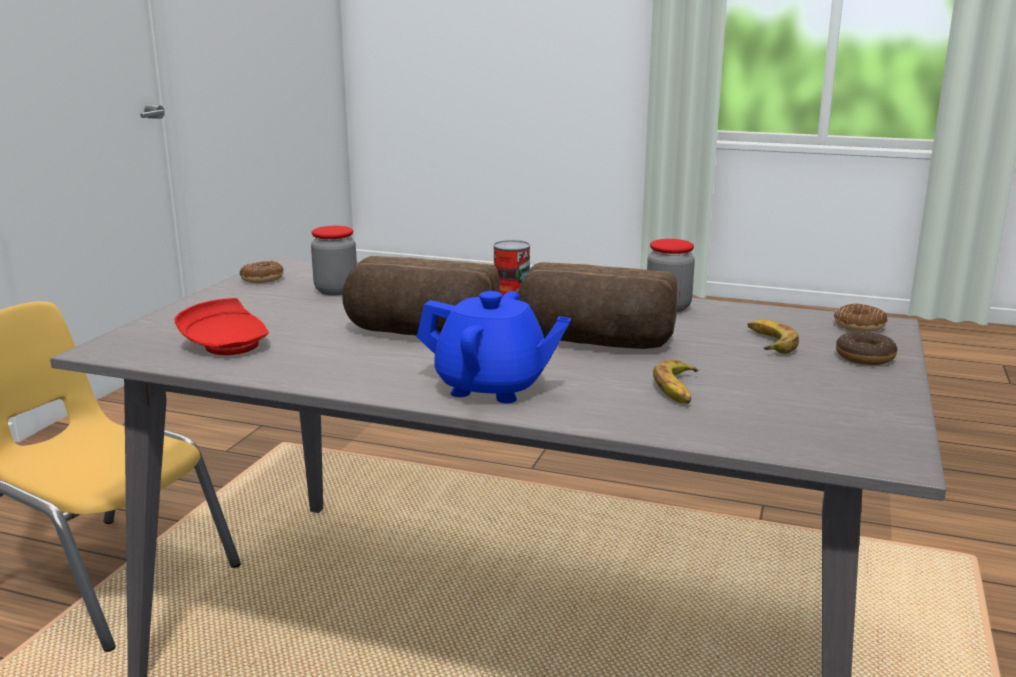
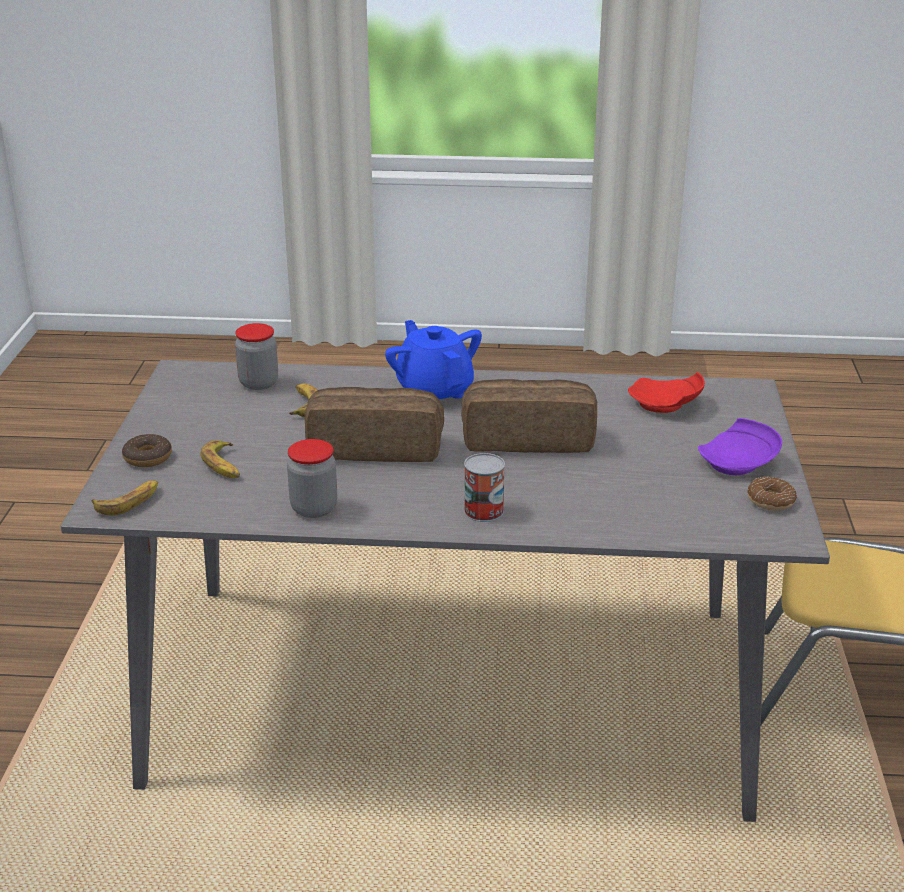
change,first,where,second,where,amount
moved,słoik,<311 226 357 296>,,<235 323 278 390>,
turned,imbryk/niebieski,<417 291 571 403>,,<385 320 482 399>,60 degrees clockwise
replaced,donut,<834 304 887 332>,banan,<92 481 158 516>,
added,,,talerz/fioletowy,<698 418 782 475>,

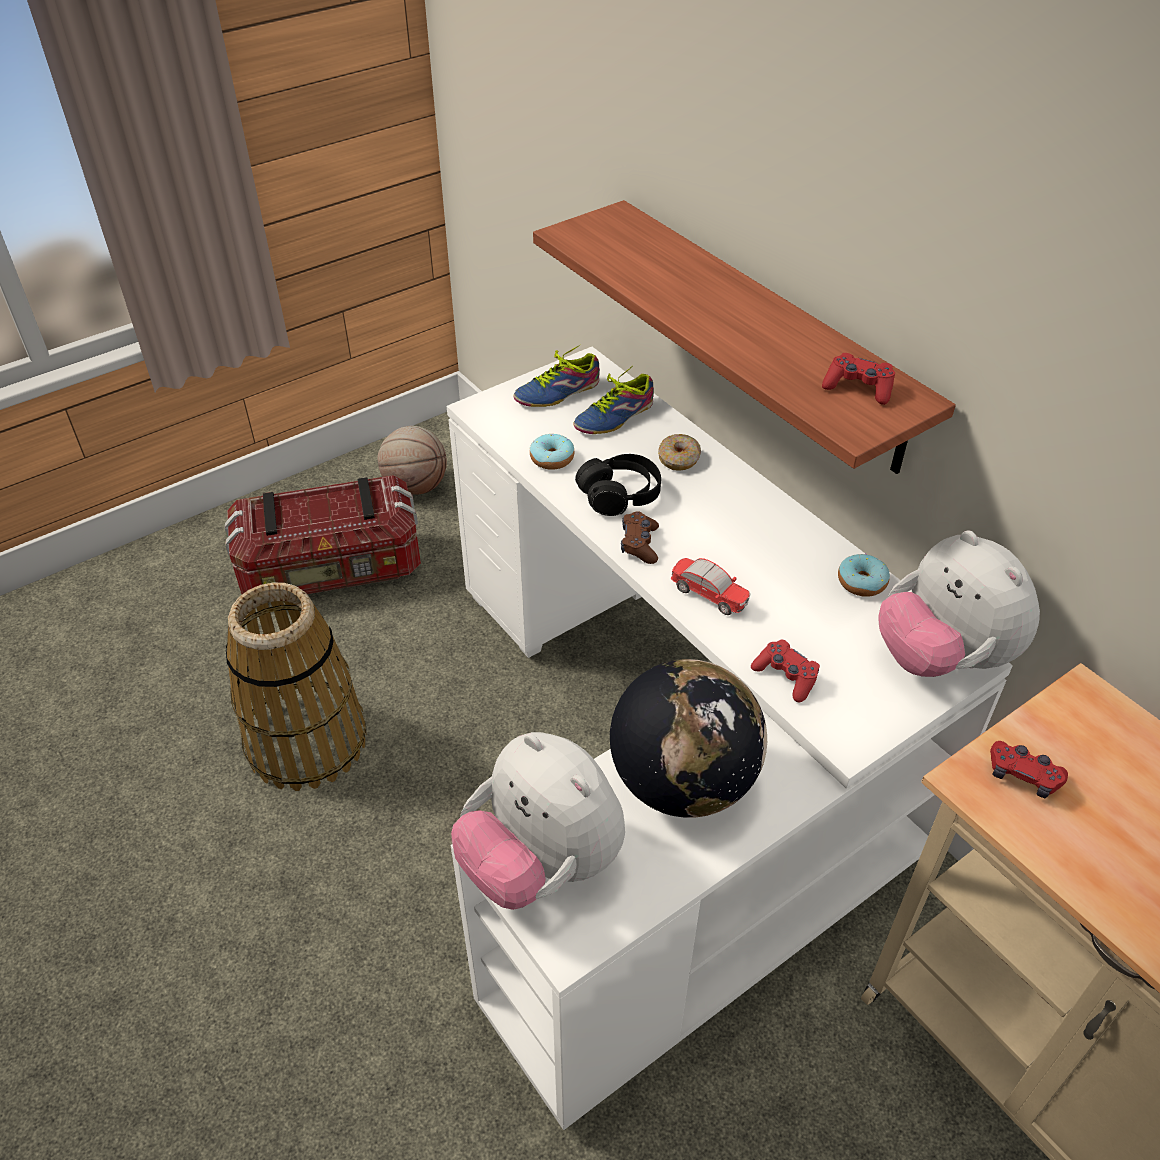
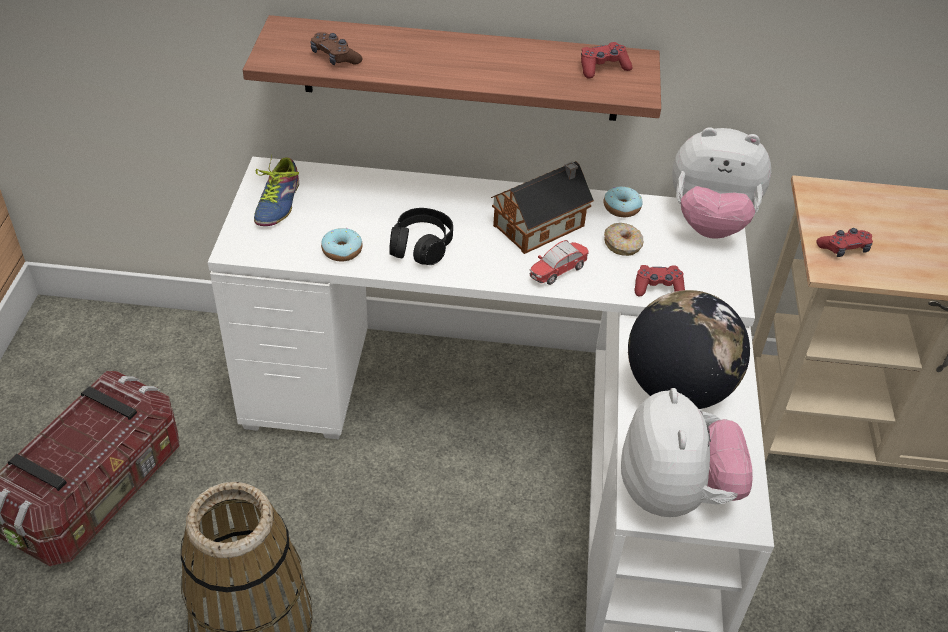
change,first,where,second,where,amount
removed,but,<574 365 654 434>,,,
removed,piłka do koszykówki,<377 426 447 494>,,,
moved,donut,<658 434 701 471>,,<604 223 643 256>,
moved,pad do gier/brązowy,<621 511 659 564>,,<310 32 363 65>,
turned,samochodzik,<671 558 751 615>,,<530 240 589 285>,150 degrees clockwise
turned,pluszak,<451 732 625 910>,,<621 388 753 517>,90 degrees counterclockwise
added,,,domek,<491 161 594 254>,

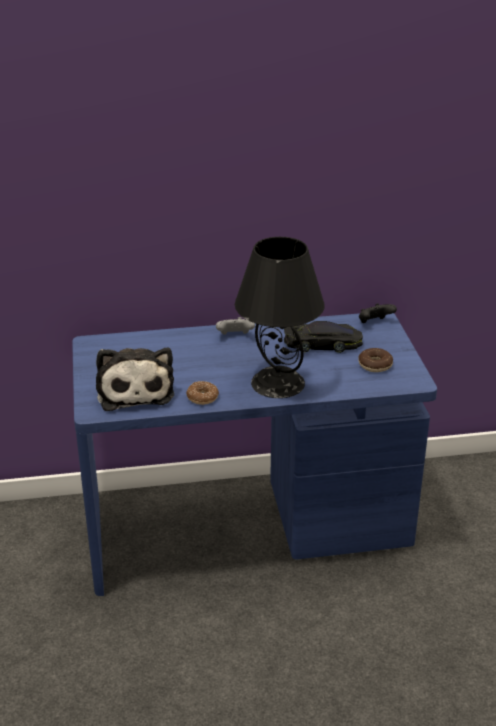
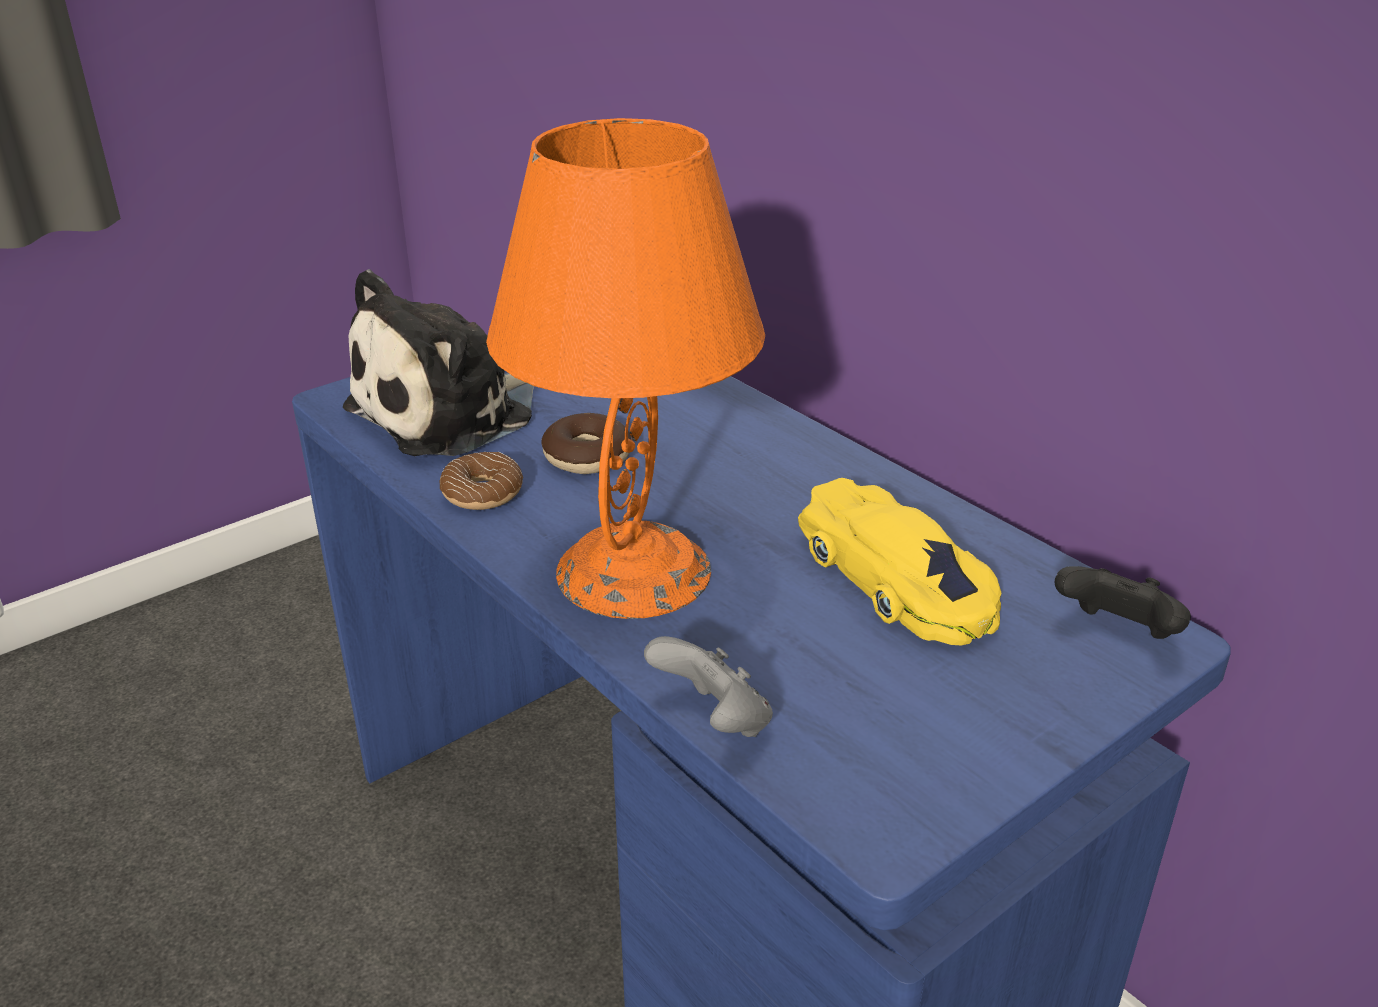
change,first,where,second,where,amount
recoloured,lampa stołowa/czarny,<235 237 325 398>,lampa stołowa/pomarańczowy,<486 118 765 619>,
moved,pad do gier/szary,<216 317 255 335>,,<644 636 773 737>,
recoloured,samochodzik/czarny,<284 321 363 353>,samochodzik/żółty,<798 478 1002 645>,
moved,donut,<359 348 393 372>,,<541 413 631 474>,

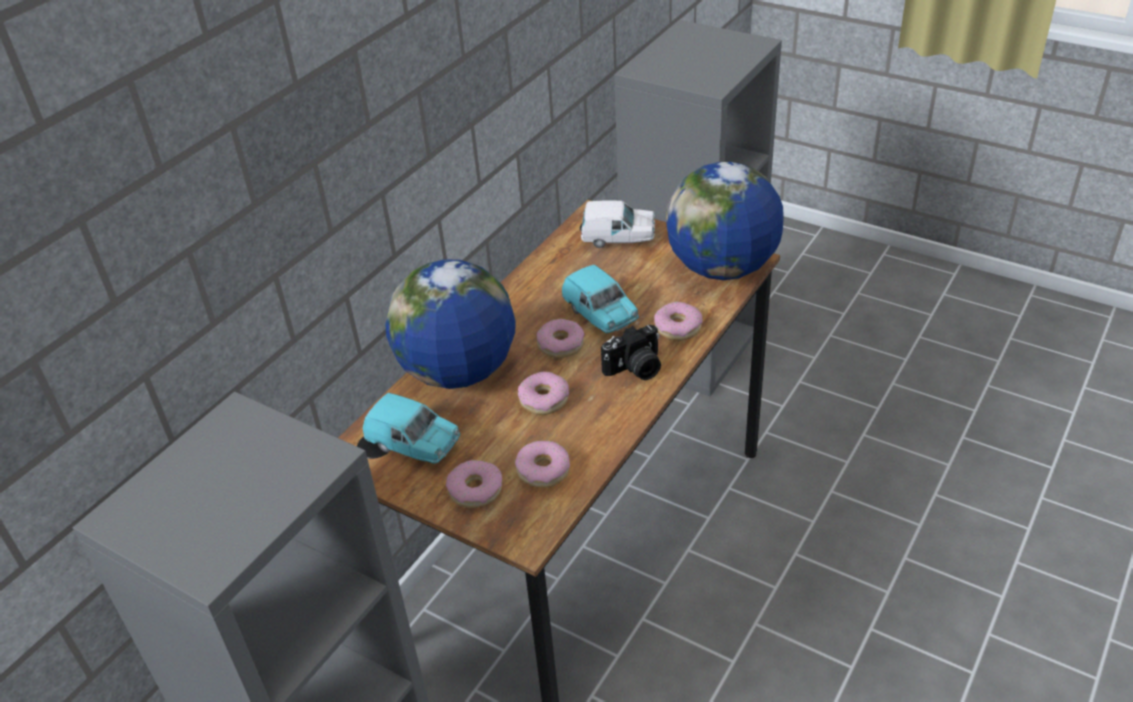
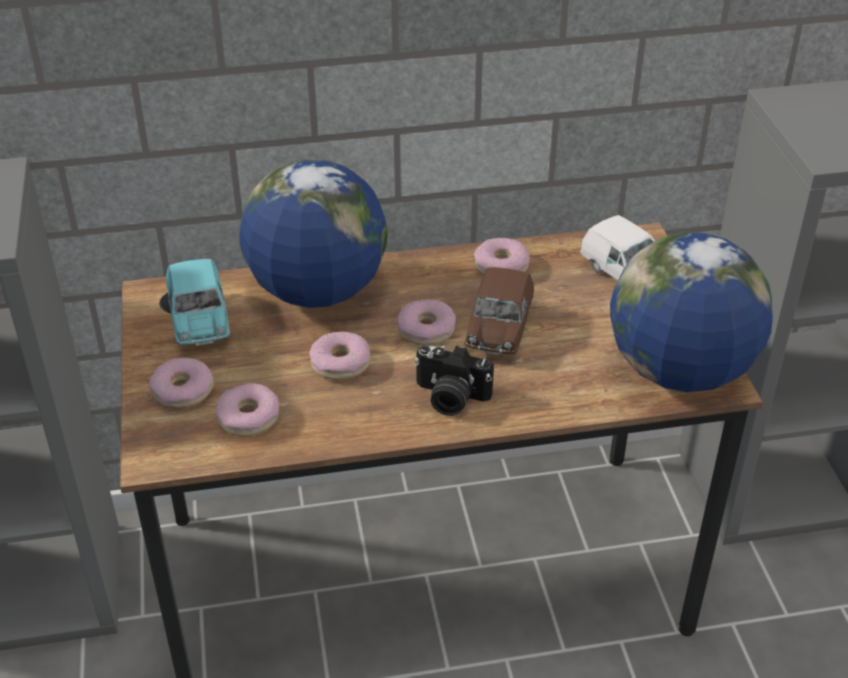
change,first,where,second,where,amount
recoloured,samochodzik/turkusowy,<562 265 639 333>,samochodzik/brązowy,<465 267 534 355>,
moved,donut,<654 302 703 341>,,<474 238 530 275>,

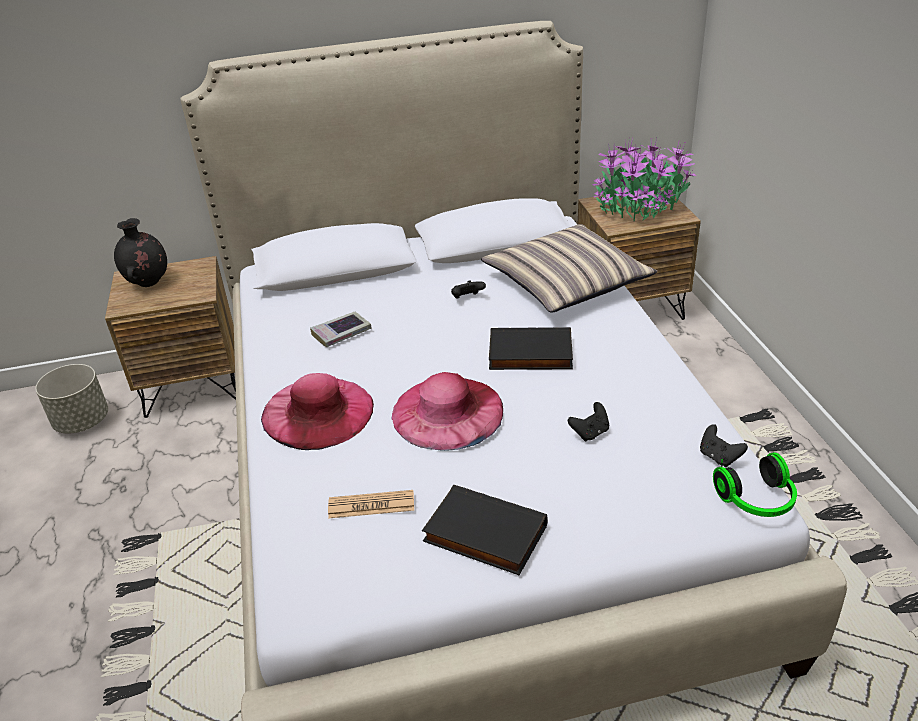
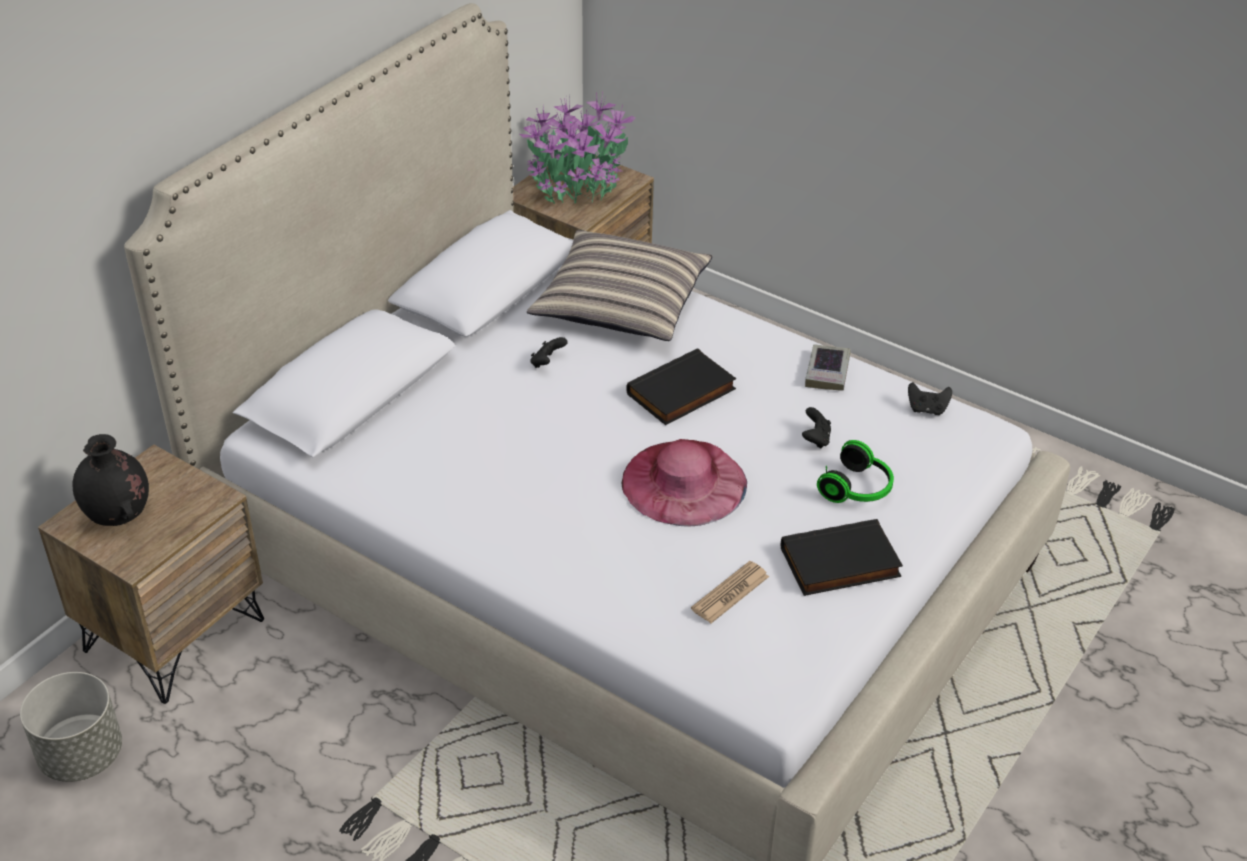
change,first,where,second,where,amount
moved,książka,<310 312 372 347>,,<805 344 851 390>,
removed,kapelusz/różowy,<261 373 374 450>,,,
moved,słuchawki,<713 452 797 517>,,<817 440 894 503>,

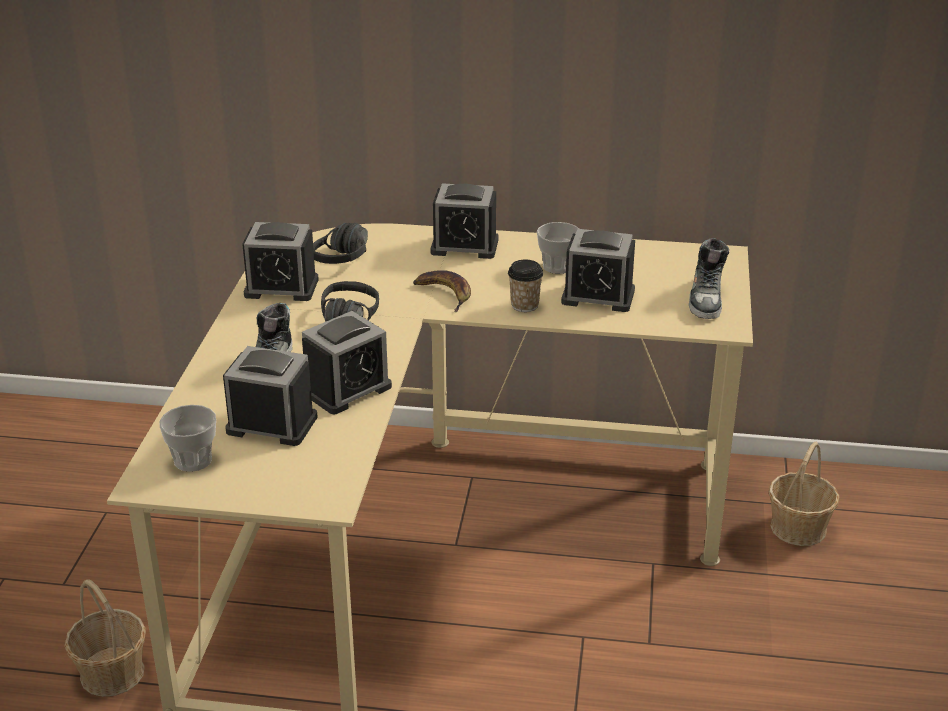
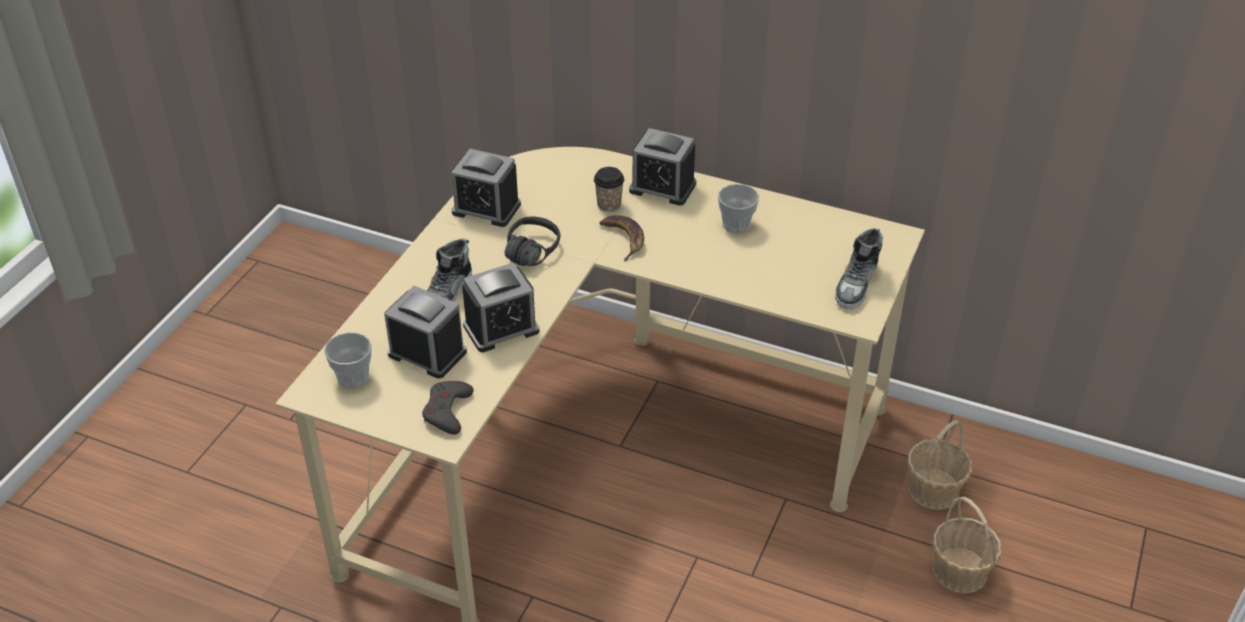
change,first,where,second,where,amount
removed,słuchawki/czarny,<313 223 368 264>,,,
removed,budzik,<561 229 635 312>,,,
moved,filiżanka,<508 260 543 312>,,<594 167 624 212>,
moved,koszyk,<65 579 146 697>,,<933 497 1002 593>,
added,,,pad do gier/szary,<422 381 474 434>,

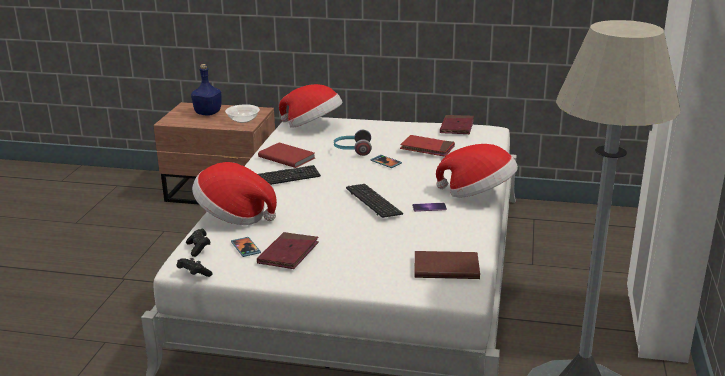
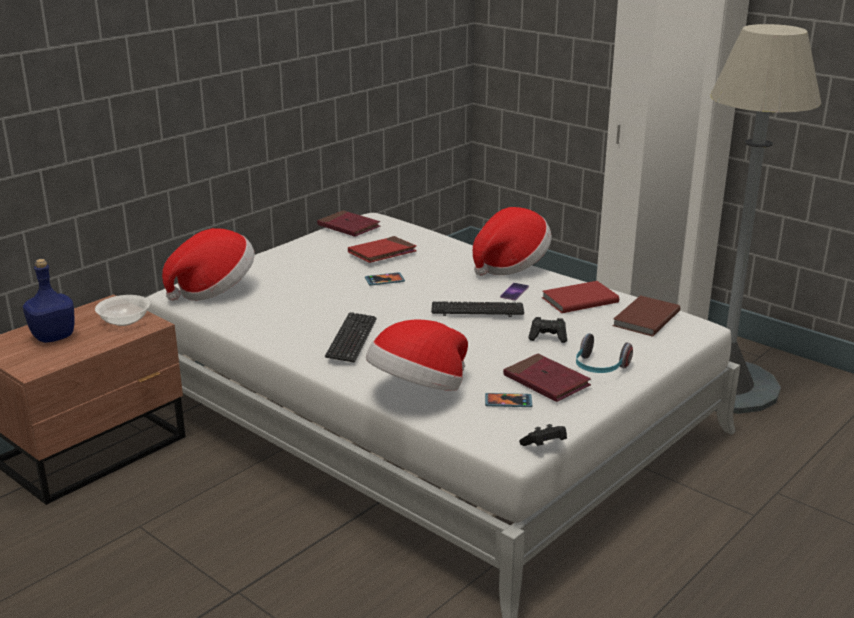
change,first,where,second,where,amount
moved,słuchawki,<334 130 372 156>,,<576 333 633 373>,
moved,książka/czerwony,<258 143 315 168>,,<542 281 619 313>,
moved,pad do gier/czarny,<186 228 211 257>,,<528 317 567 343>,

